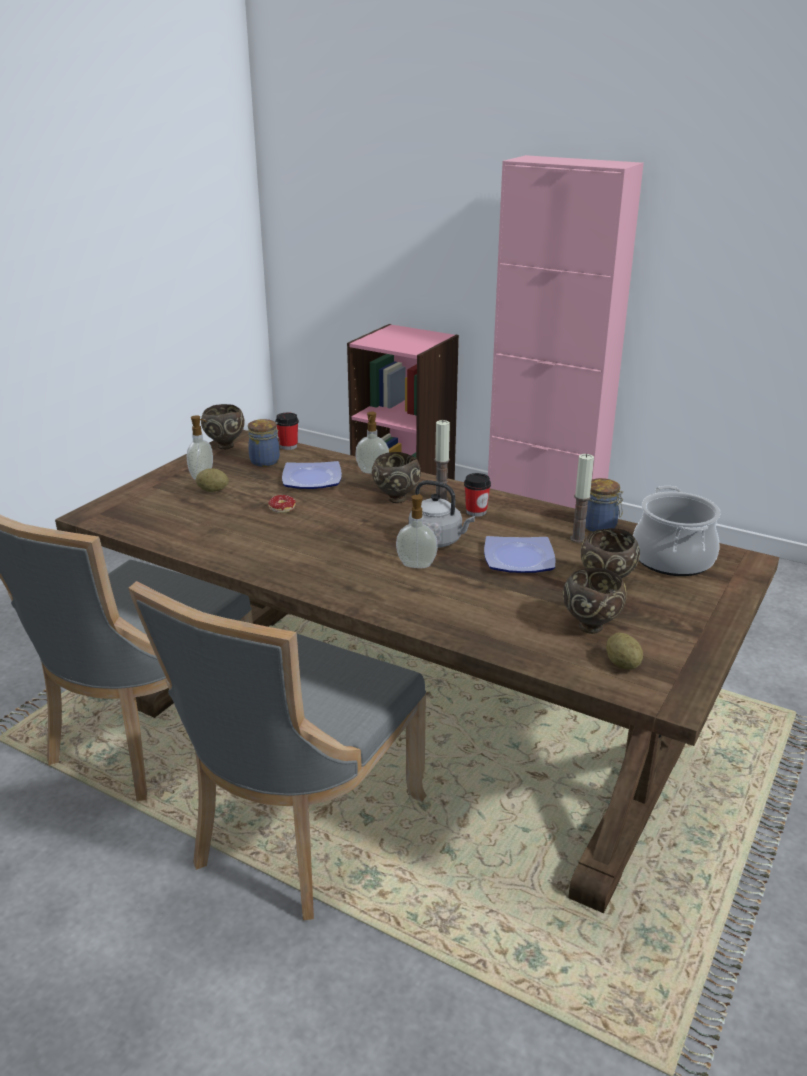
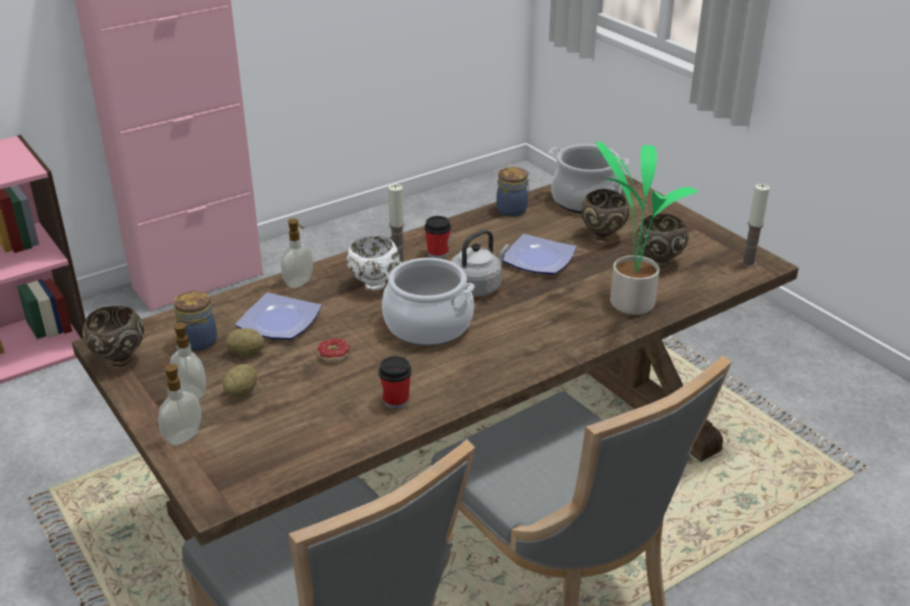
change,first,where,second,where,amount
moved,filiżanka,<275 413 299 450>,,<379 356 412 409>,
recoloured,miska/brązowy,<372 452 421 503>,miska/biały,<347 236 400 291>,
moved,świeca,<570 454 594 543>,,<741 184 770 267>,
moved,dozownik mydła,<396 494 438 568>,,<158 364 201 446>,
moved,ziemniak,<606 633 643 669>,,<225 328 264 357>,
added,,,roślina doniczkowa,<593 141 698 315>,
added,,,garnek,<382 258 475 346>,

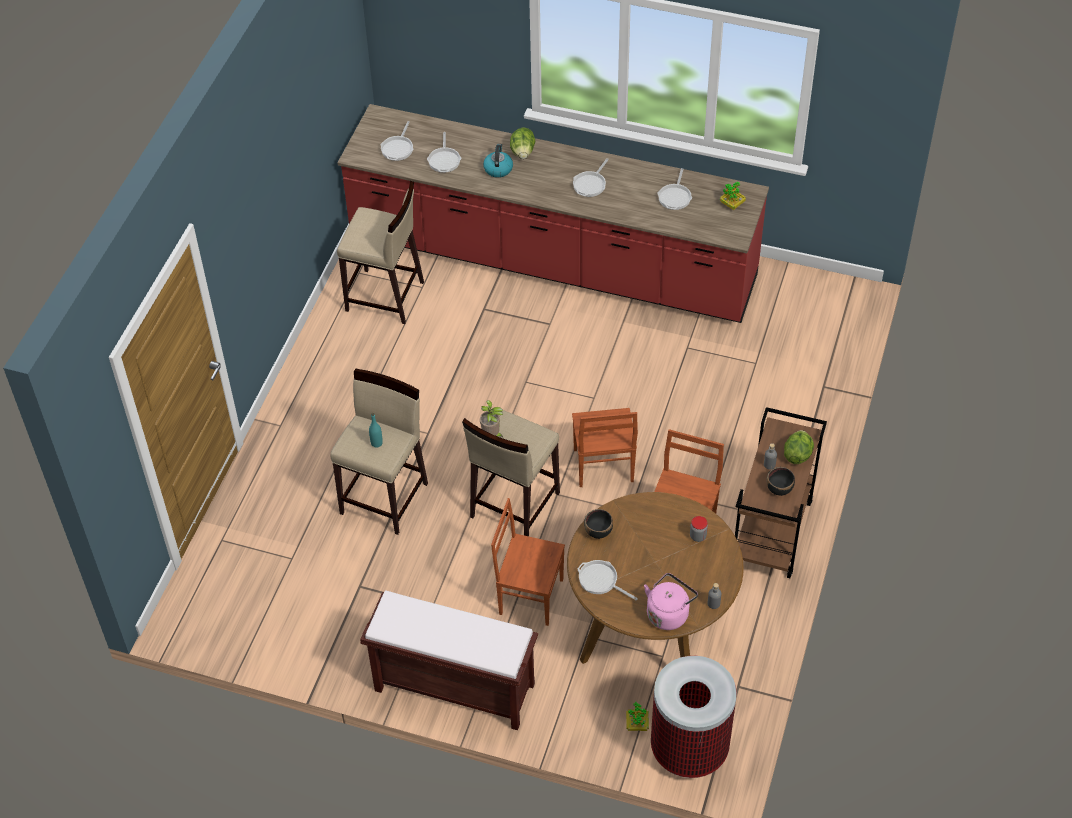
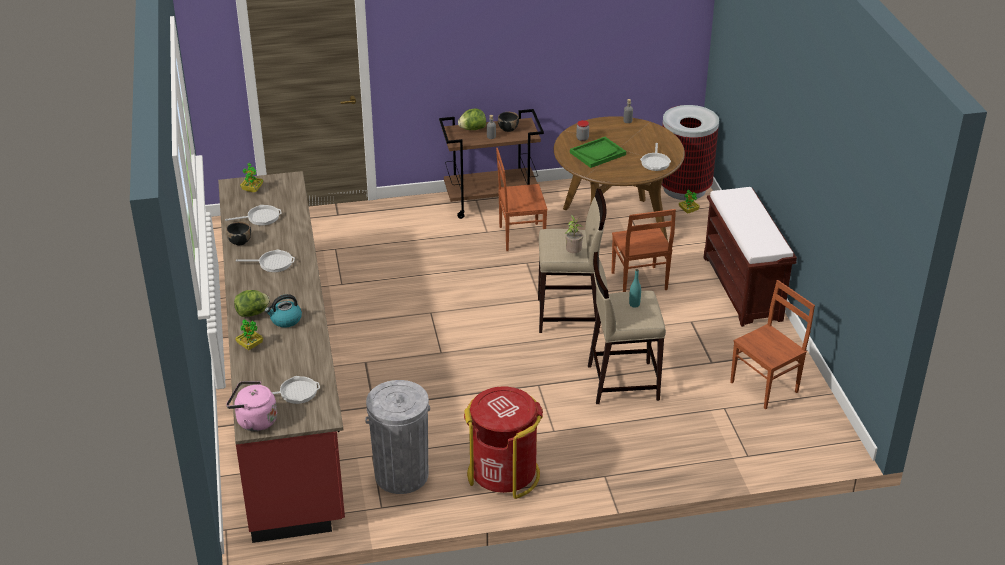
change,first,where,second,where,amount
removed,patelnia,<427 132 461 173>,,,
replaced,stołek/beżowy,<337 181 424 324>,kosz na śmieci/szary,<365 380 430 494>,
moved,krzesło/brązowy,<572 408 638 487>,,<730 280 815 409>,
moved,miska/czarny,<584 509 613 539>,,<226 222 251 245>,
moved,czajnik/różowy,<644 573 698 630>,,<226 381 277 431>,
added,,,taca/zielony,<570 137 626 168>,
added,,,roślina doniczkowa,<235 319 263 350>,
added,,,kosz na śmieci/czerwony,<464 386 543 499>,

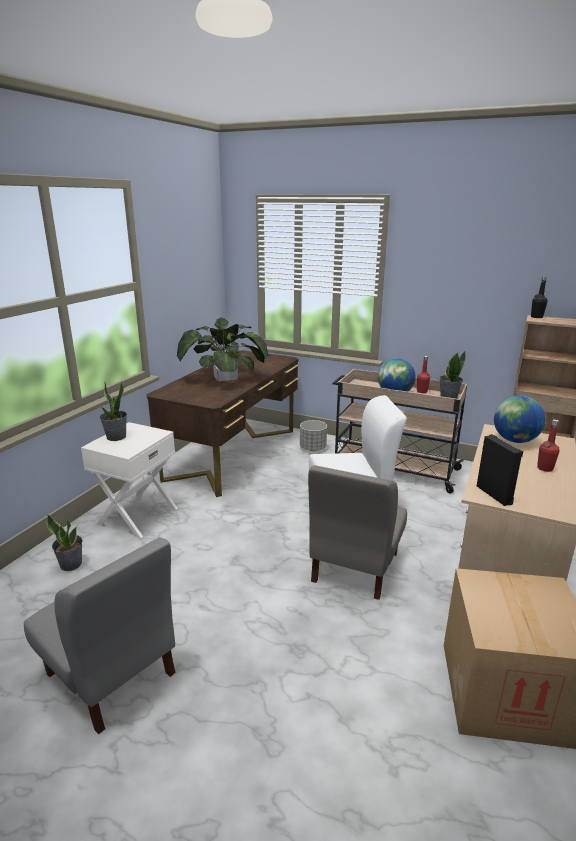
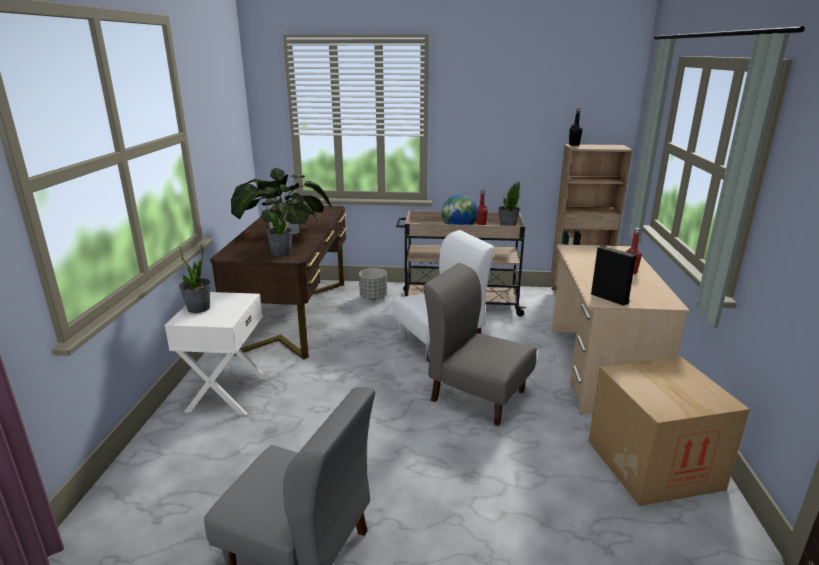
change,first,where,second,where,amount
removed,globus,<494 395 545 443>,,,
turned,krzesło/szary,<308 465 407 600>,,<424 263 537 426>,120 degrees clockwise
moved,roślina doniczkowa,<46 514 83 571>,,<266 200 292 256>,

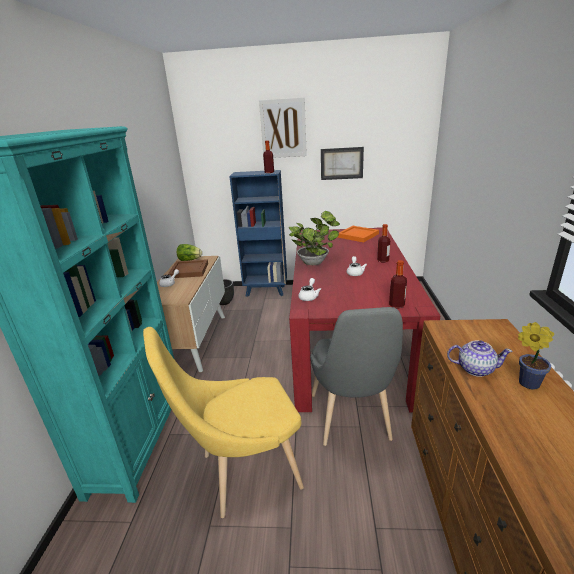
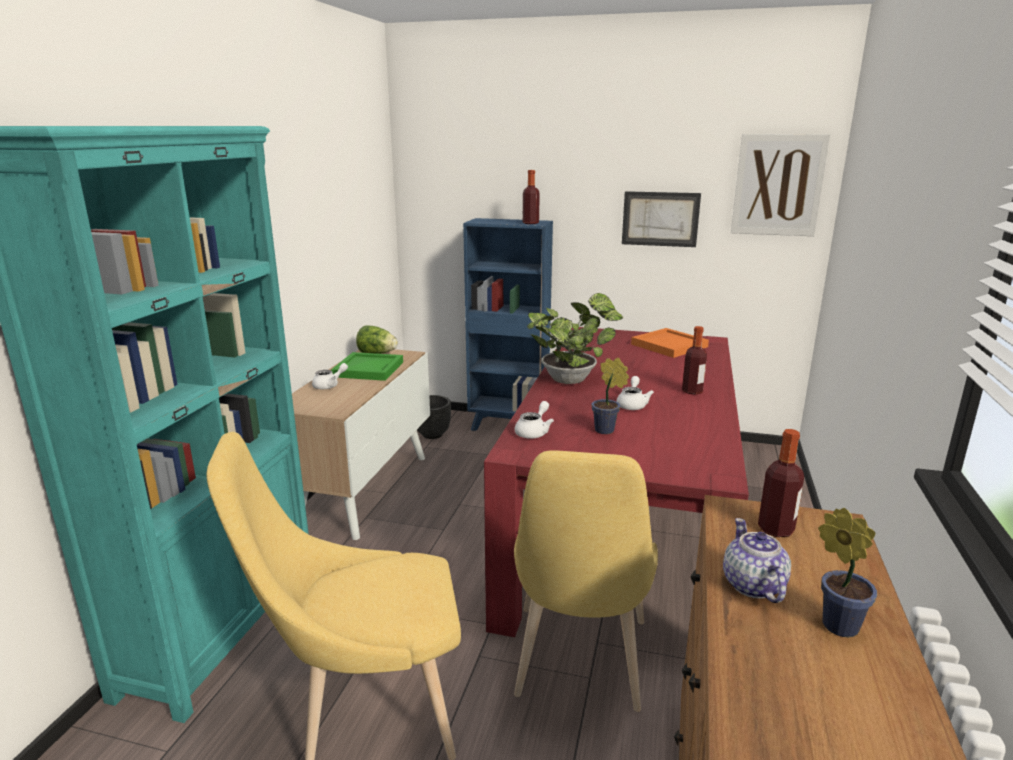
change,first,where,second,where,amount
moved,obraz,<259 97 307 158>,,<731 134 830 236>,
recoloured,taca/brązowy,<168 259 208 278>,taca/zielony,<331 352 403 381>,
moved,butelka,<389 260 407 309>,,<758 429 804 537>,
recoloured,krzesło/szary,<310 307 403 446>,krzesło/żółty,<514 450 658 712>,
turned,imbryk,<447 340 513 377>,,<723 518 791 603>,120 degrees counterclockwise
added,,,roślina doniczkowa,<591 358 629 434>,

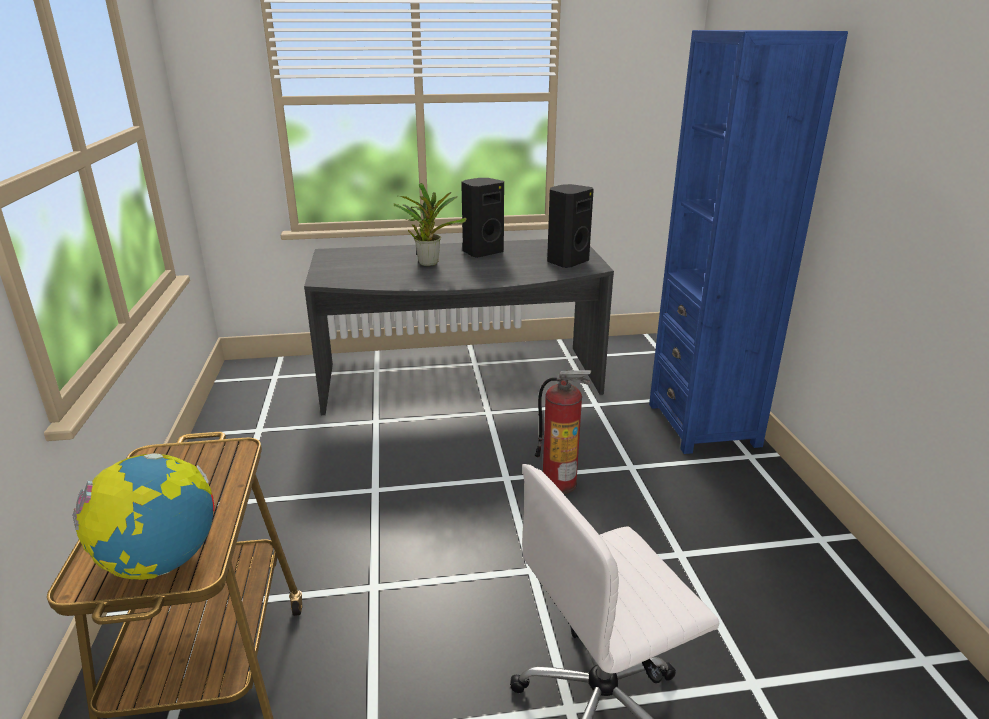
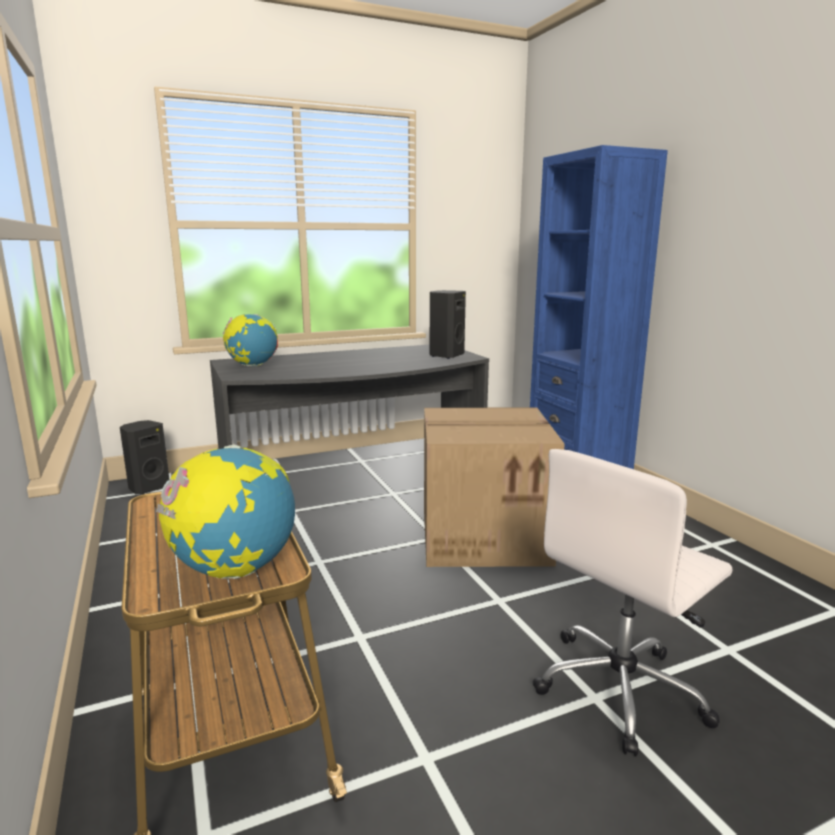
change,first,where,second,where,amount
moved,głośnik/czarny,<461 178 504 258>,,<120 420 169 495>,
removed,roślina doniczkowa,<394 183 467 266>,,,
replaced,gaśnica,<535 370 591 494>,karton,<424 408 565 567>,
added,,,globus,<223 314 278 367>,

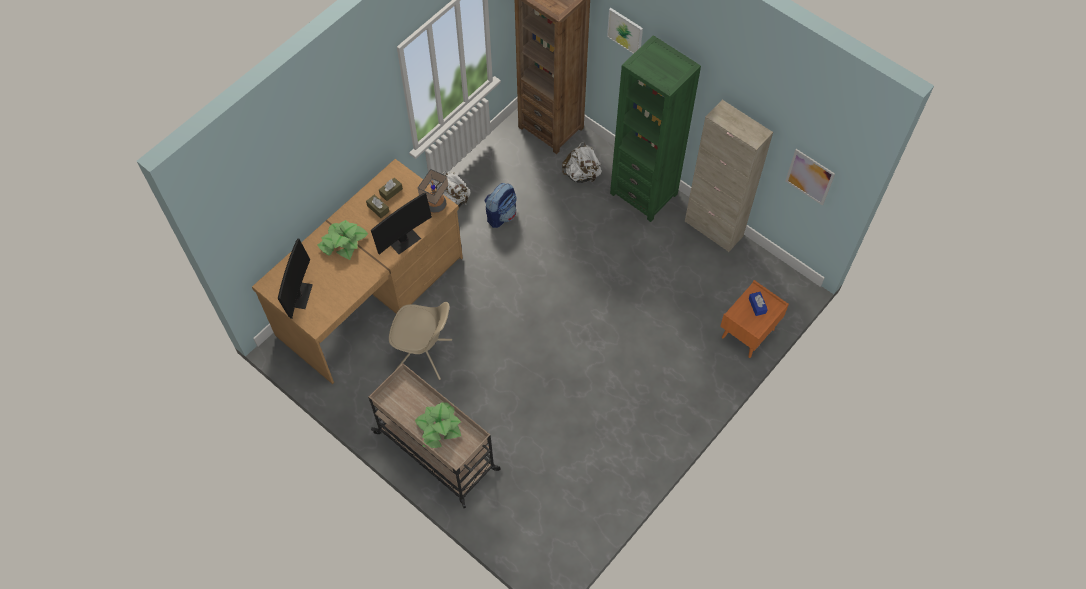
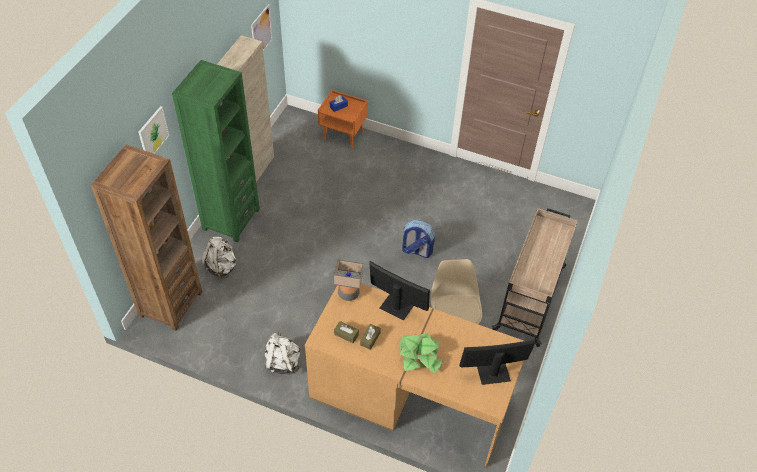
change,first,where,second,where,amount
moved,plecak,<484 183 517 228>,,<402 220 435 258>,
removed,roślina doniczkowa,<415 402 461 448>,,,

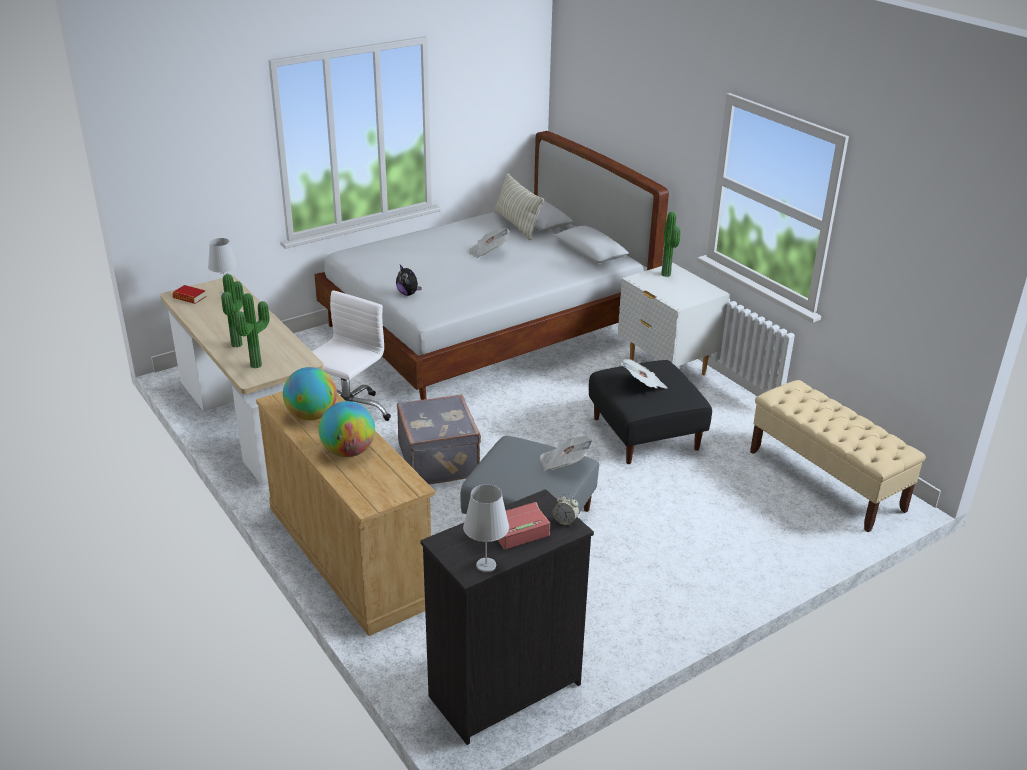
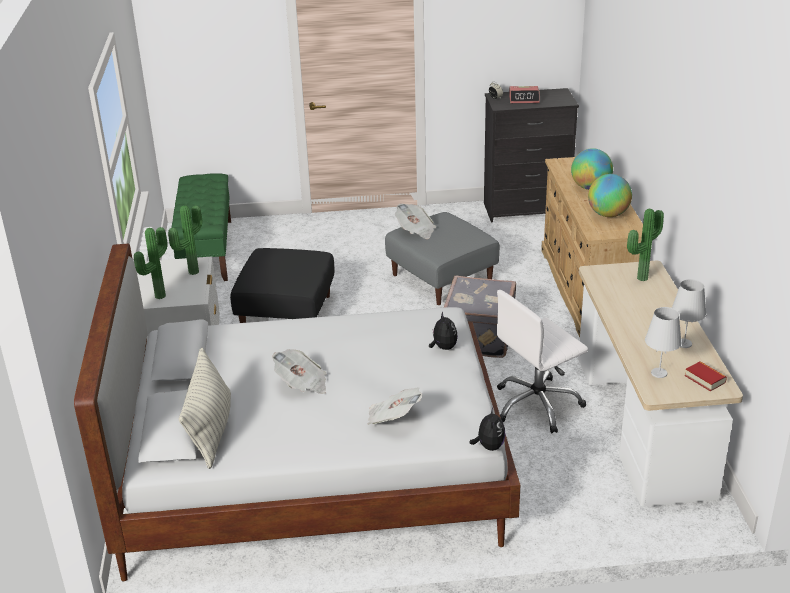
change,first,where,second,where,amount
moved,roślina doniczkowa,<221 274 244 347>,,<168 205 202 275>,
moved,gazeta,<621 359 668 389>,,<368 387 422 425>,
recoloured,ławka/beżowy,<750 380 926 532>,ławka/zielony,<172 173 231 281>,
moved,lampa stołowa/biały,<463 484 509 572>,,<672 279 707 348>,
added,,,pluszak,<469 407 506 451>,

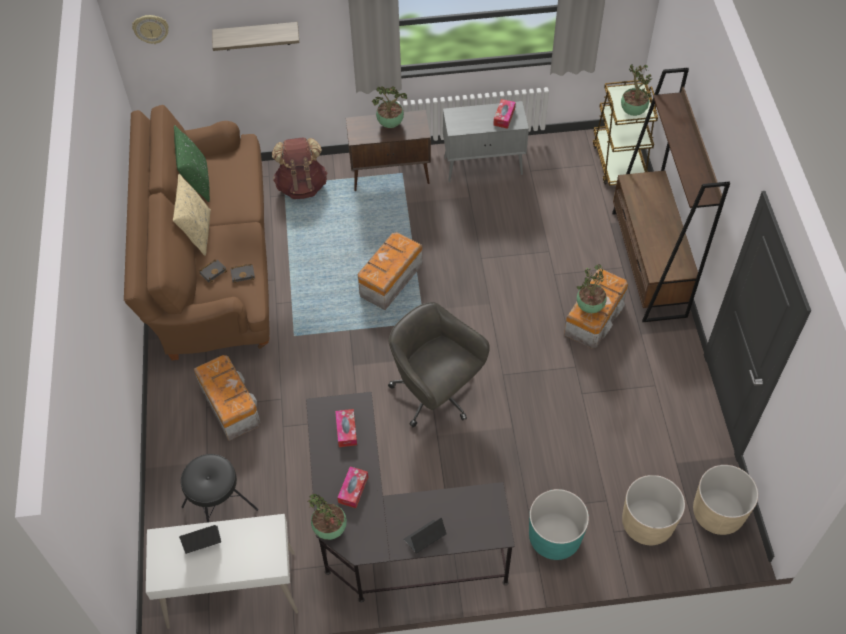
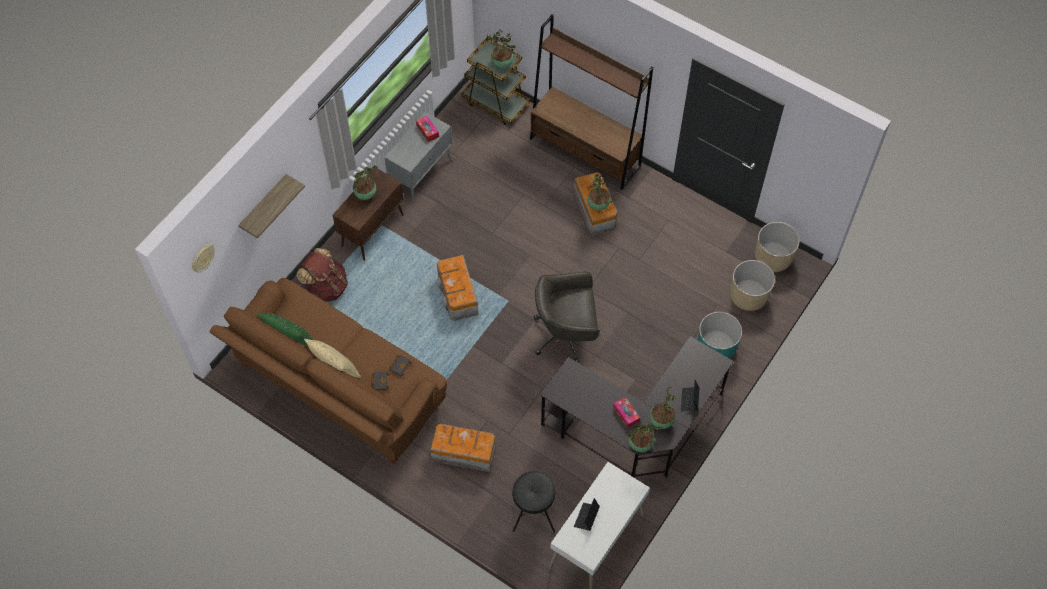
change,first,where,second,where,amount
removed,pudełko chusteczek,<335 409 357 447>,,,
added,,,roślina doniczkowa,<650 387 676 429>,

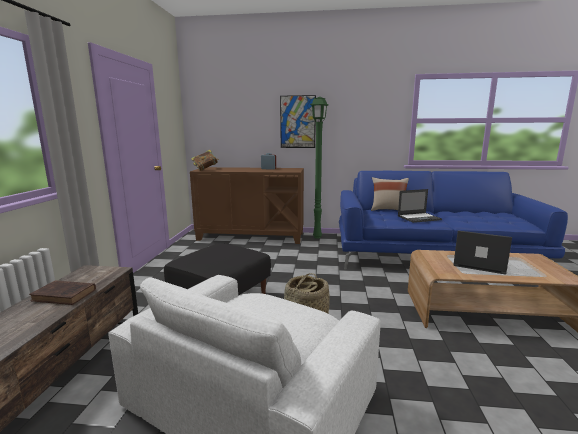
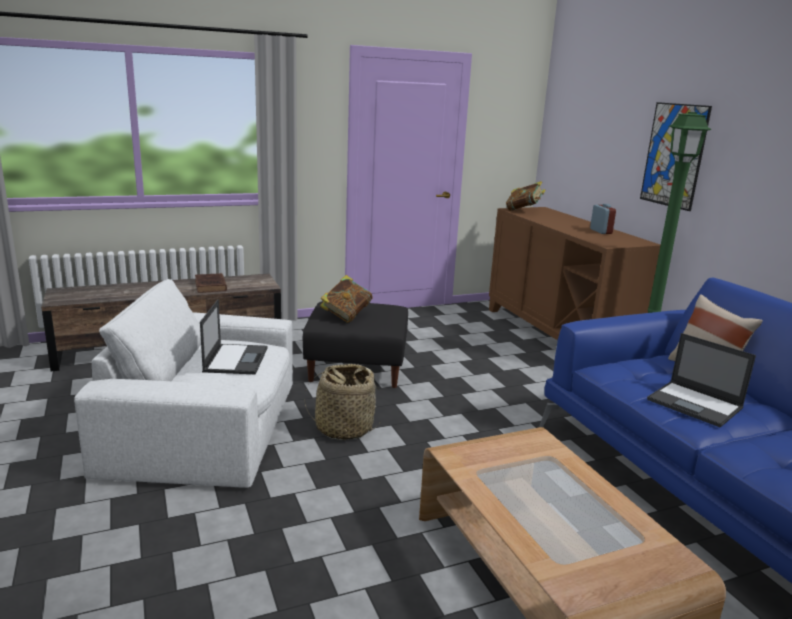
change,first,where,second,where,amount
moved,laptop,<453 231 512 274>,,<200 299 267 375>,
added,,,książka,<320 275 372 323>,

